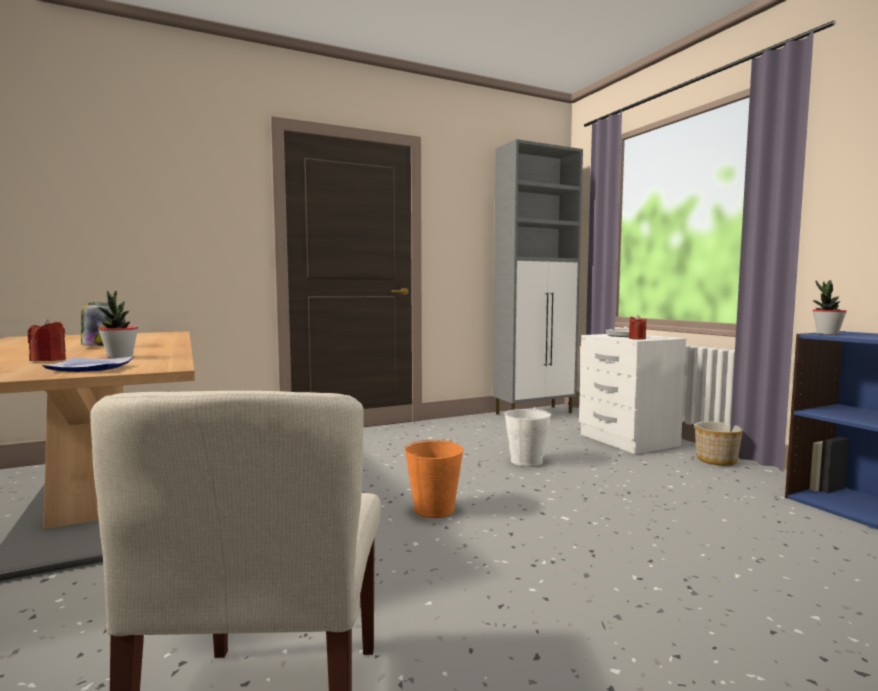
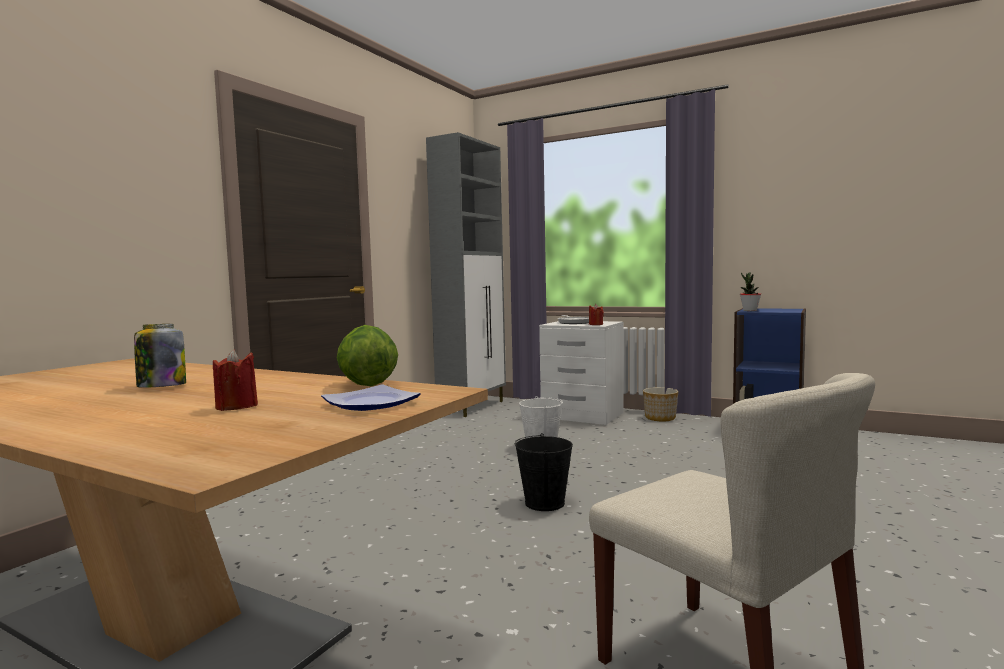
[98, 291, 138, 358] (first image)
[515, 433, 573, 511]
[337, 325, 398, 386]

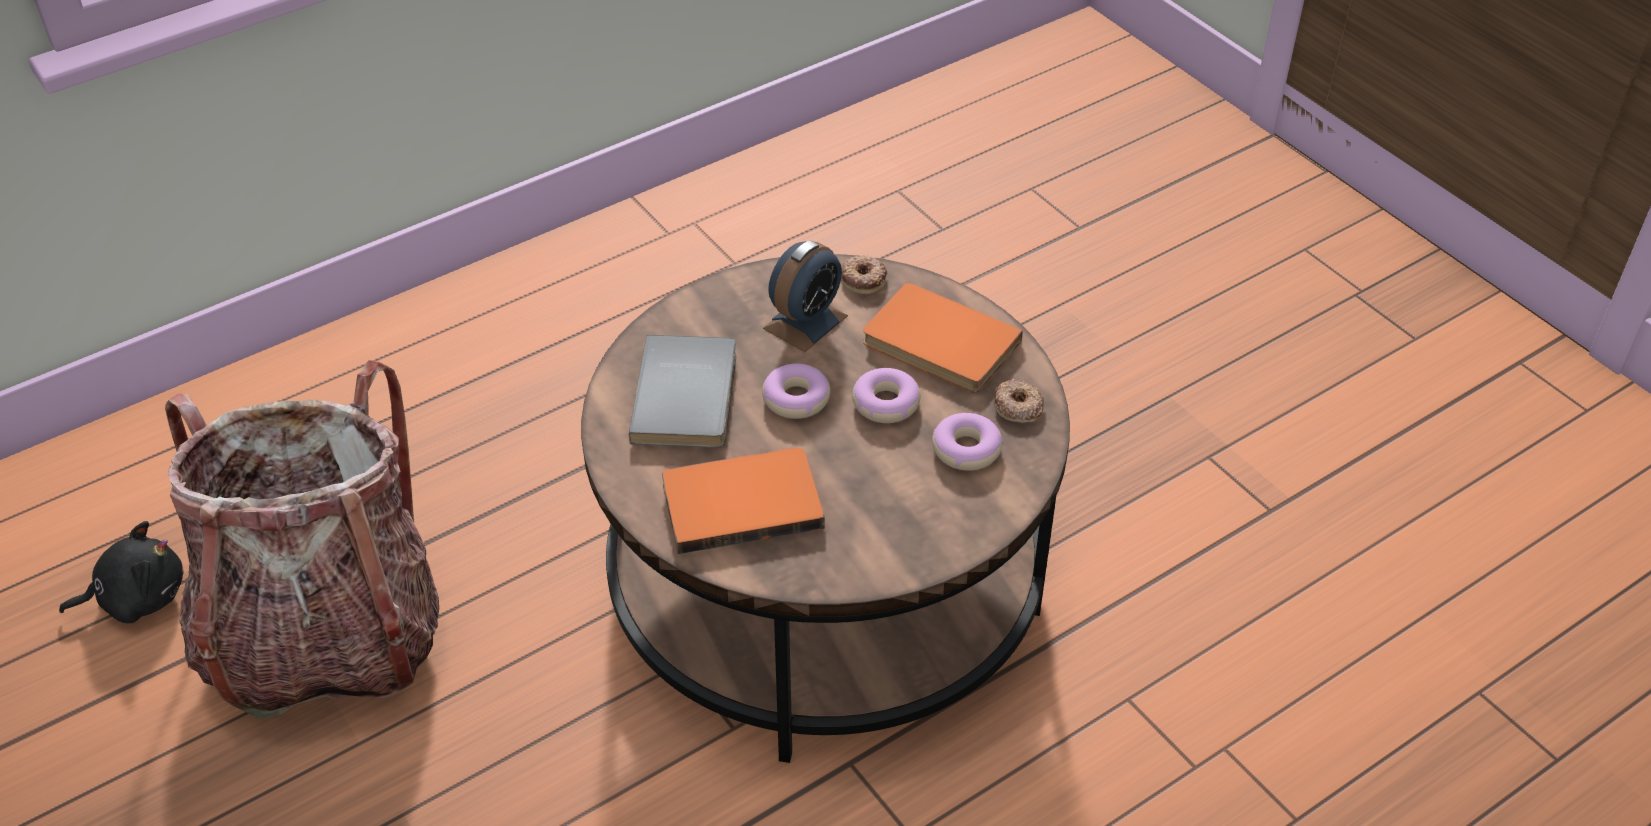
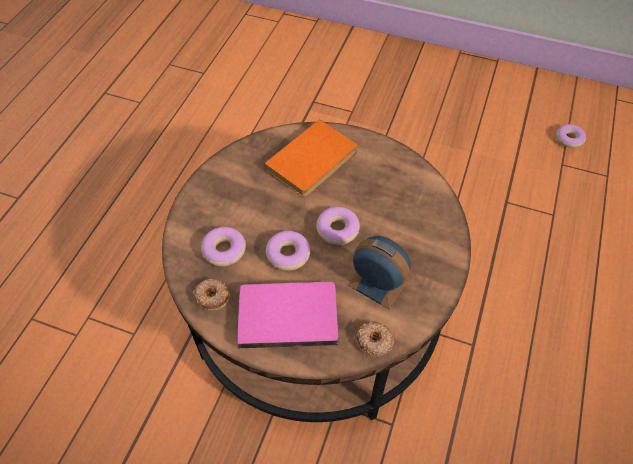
[556, 124, 586, 148]
[165, 360, 439, 719] (first image)
[629, 335, 736, 448] (first image)
[348, 236, 411, 309]
[237, 282, 339, 348]

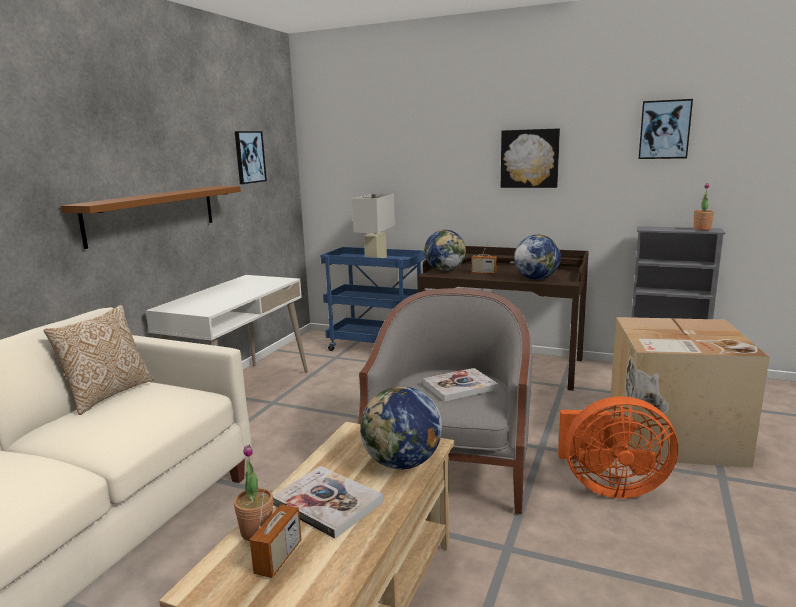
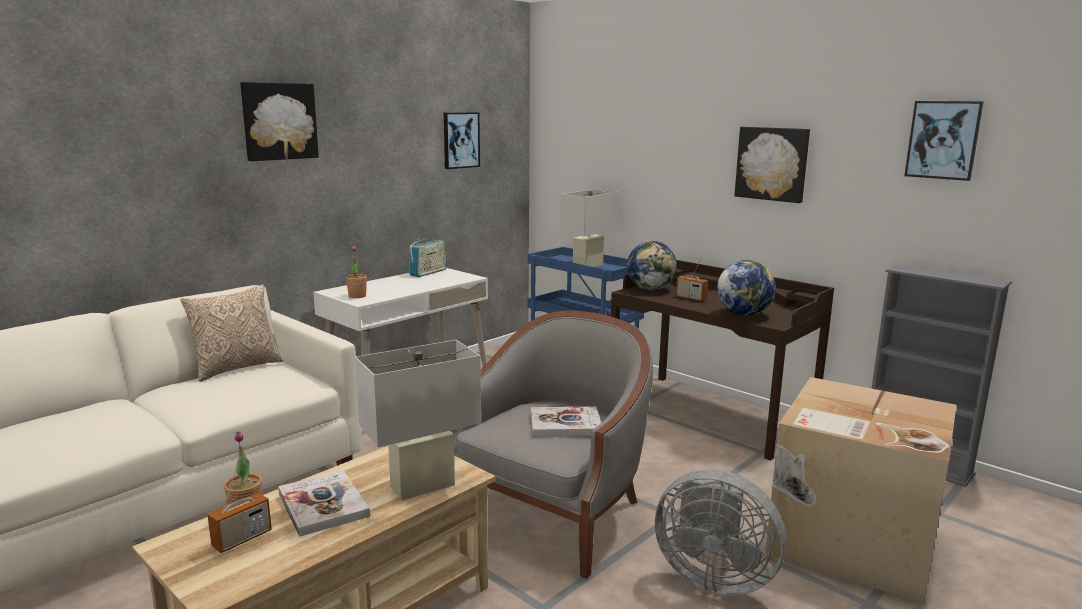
[61, 186, 241, 249] (first image)
[355, 340, 481, 500]
[655, 469, 787, 596]
[346, 246, 367, 298]
[240, 82, 319, 161]
[409, 238, 447, 277]

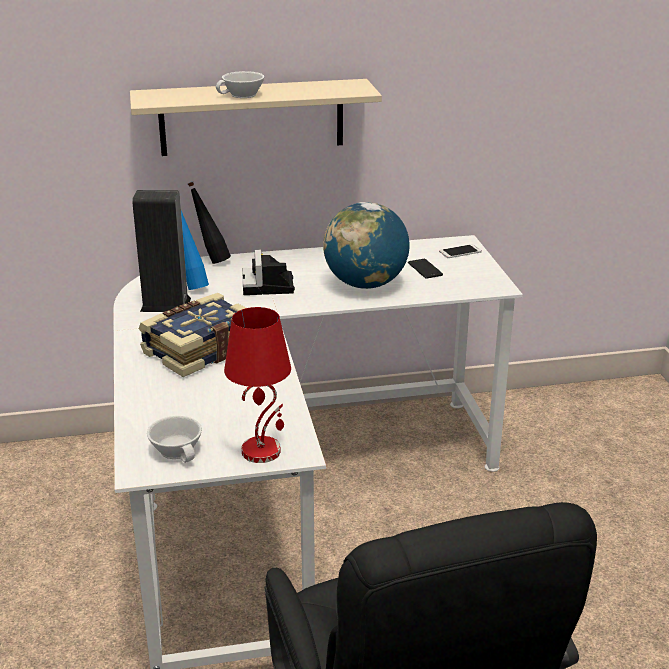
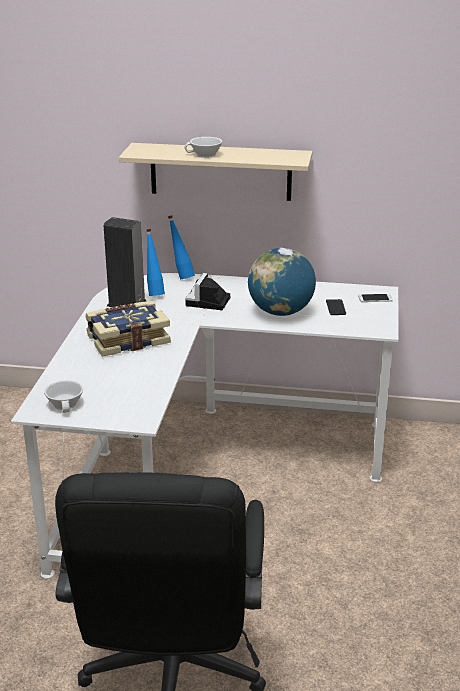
[168, 215, 195, 279]
[224, 307, 291, 463] (first image)

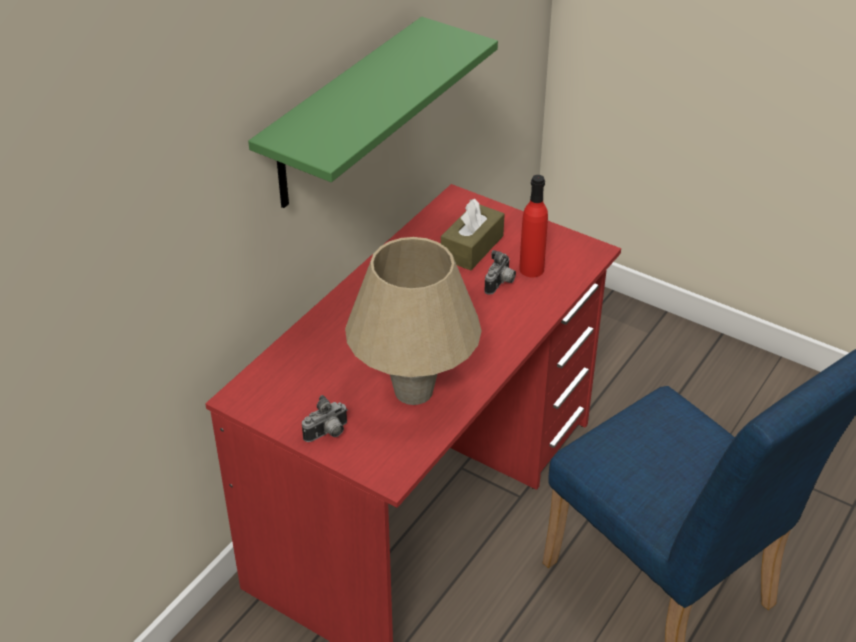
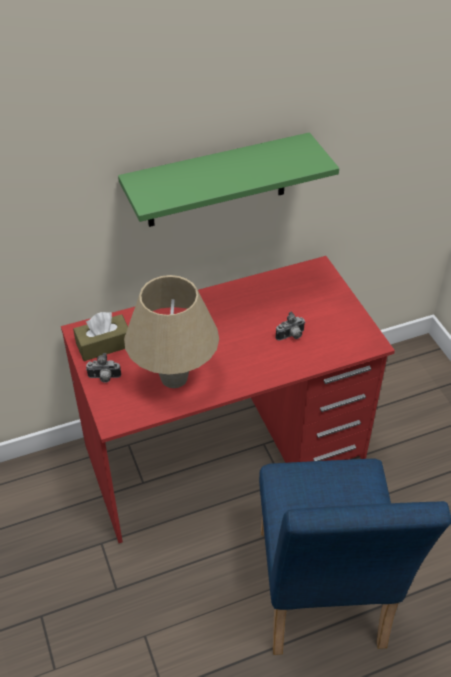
[73, 312, 128, 361]
[519, 175, 548, 277] (first image)

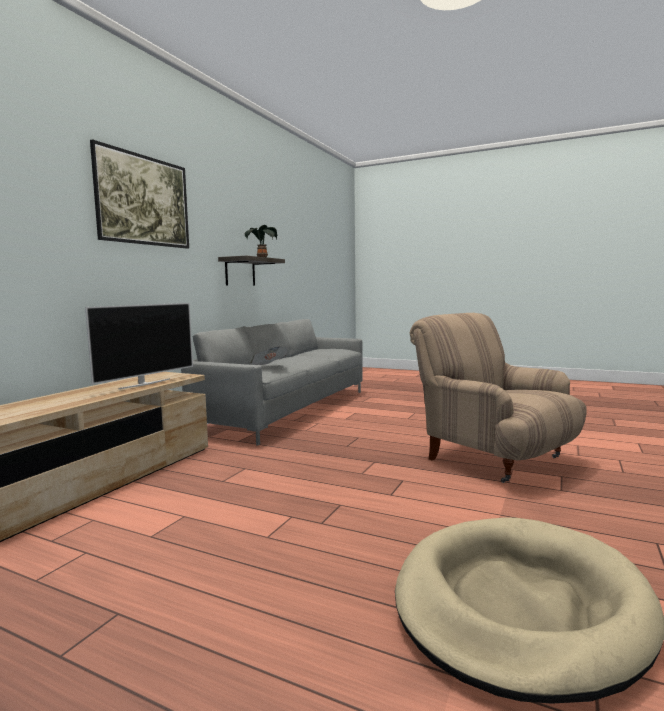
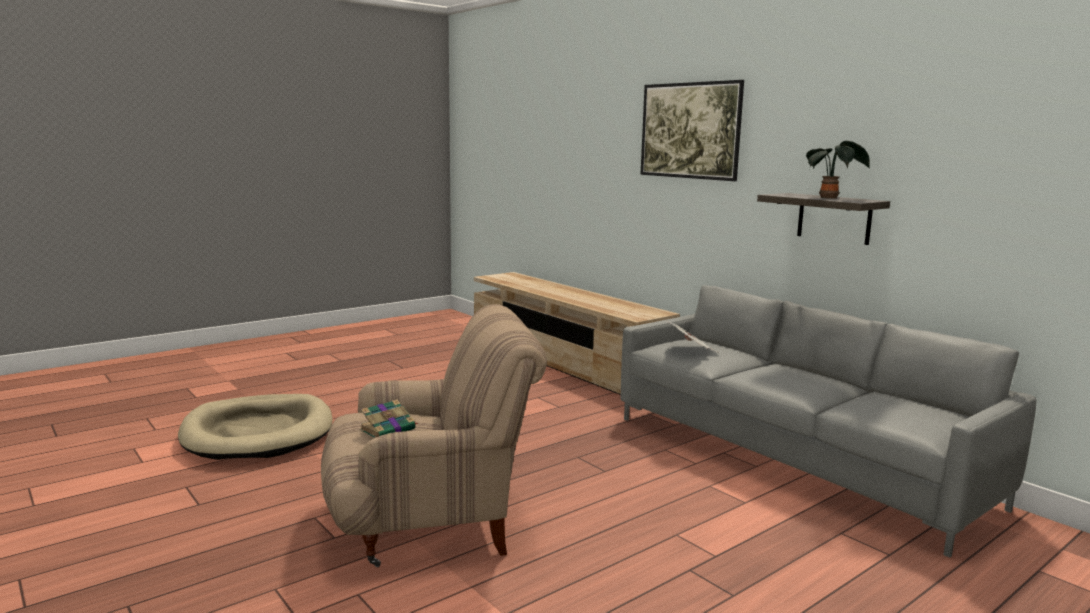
[85, 303, 193, 389] (first image)
[360, 399, 418, 438]

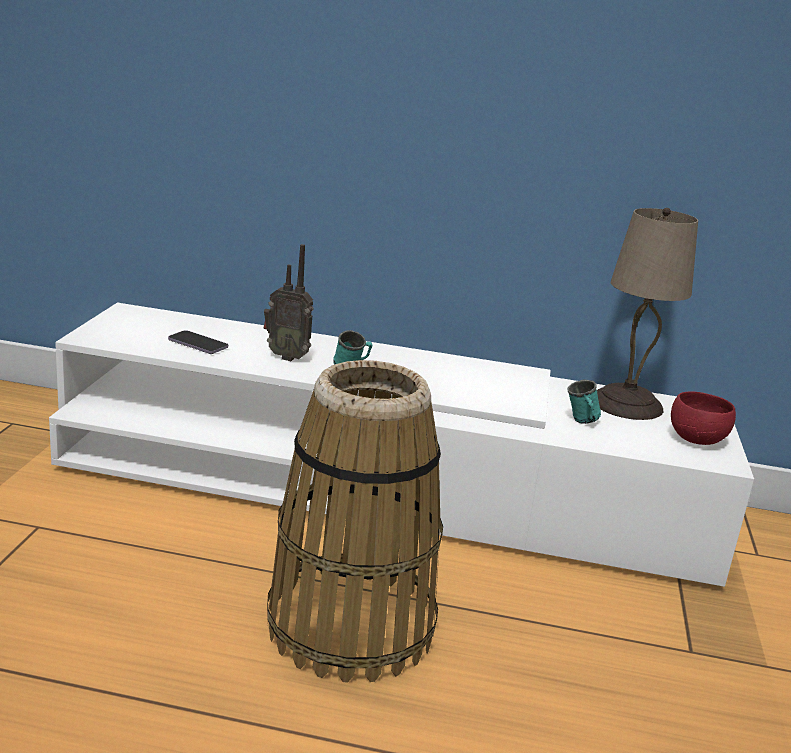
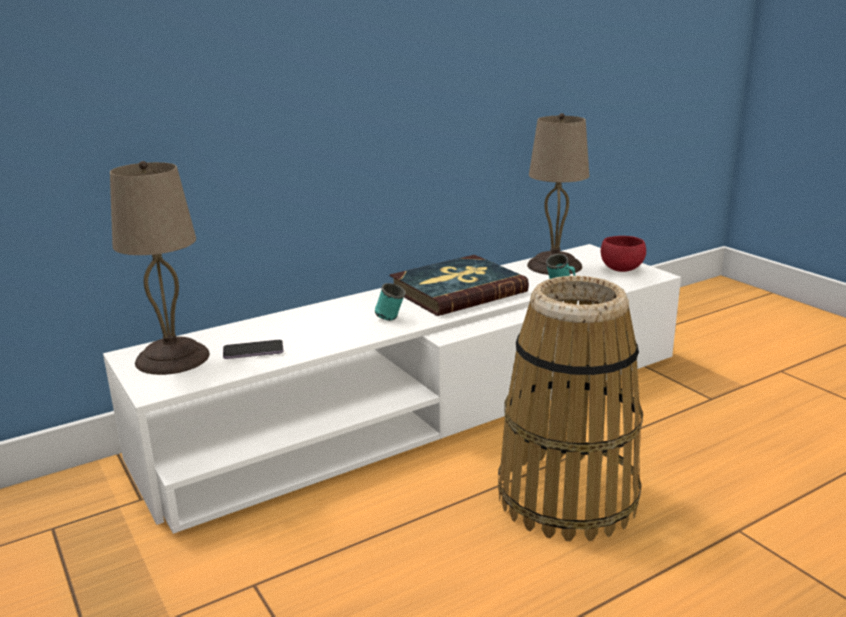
[264, 244, 314, 361] (first image)
[110, 161, 210, 375]
[389, 255, 529, 316]

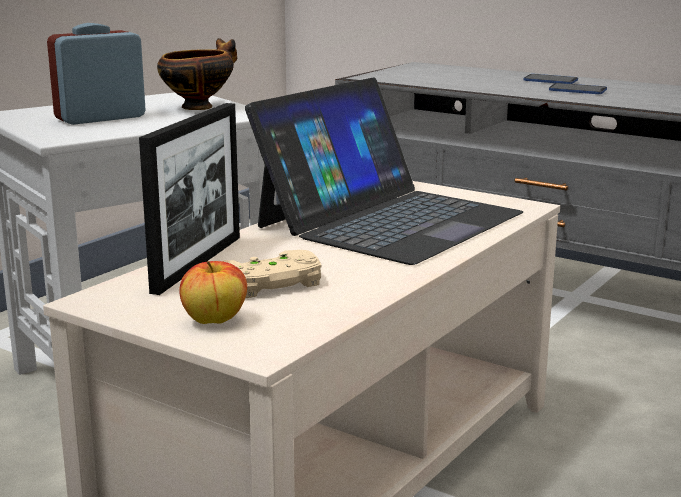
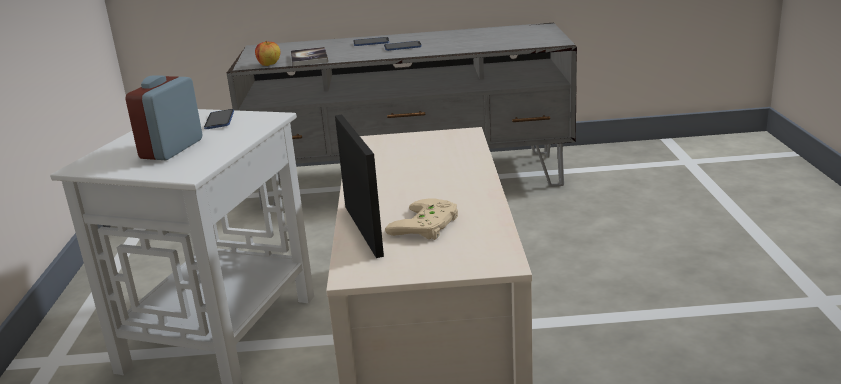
[204, 109, 234, 129]
[255, 41, 280, 66]
[245, 77, 523, 265] (first image)
[291, 47, 328, 66]

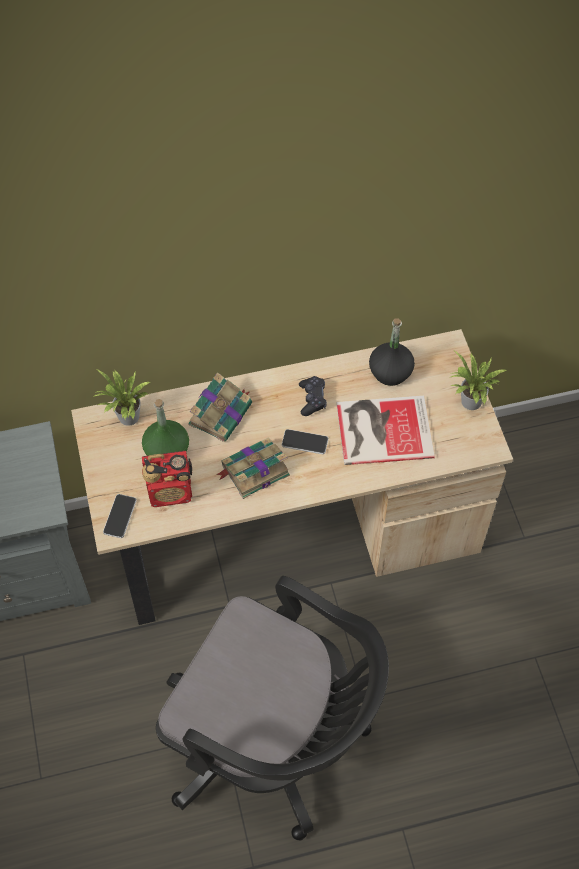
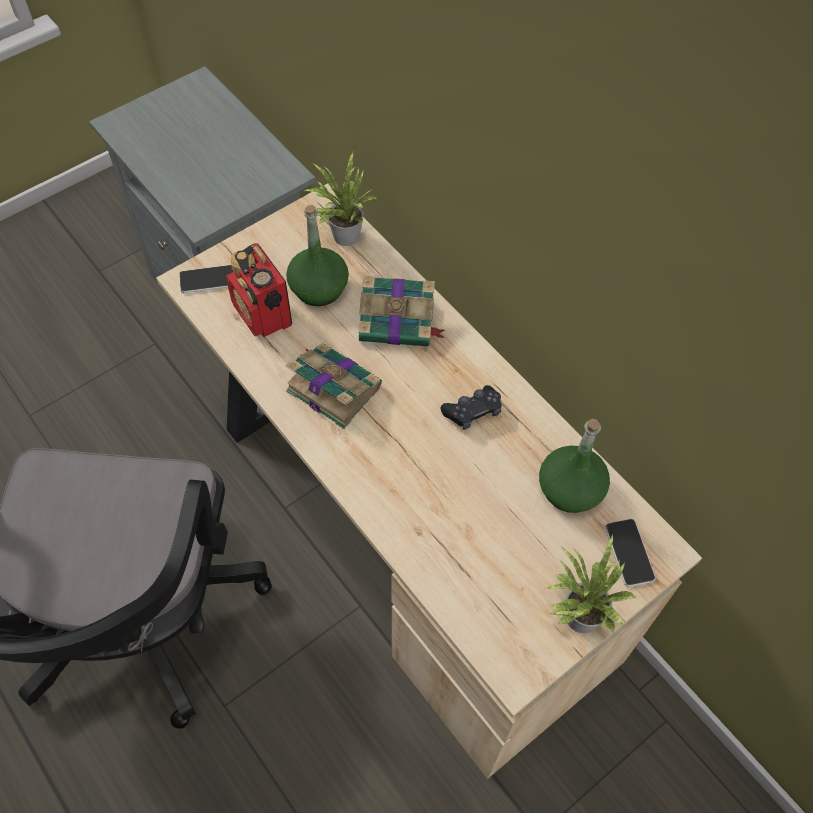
[605, 519, 656, 587]
[337, 396, 435, 465] (first image)
[539, 418, 610, 513]

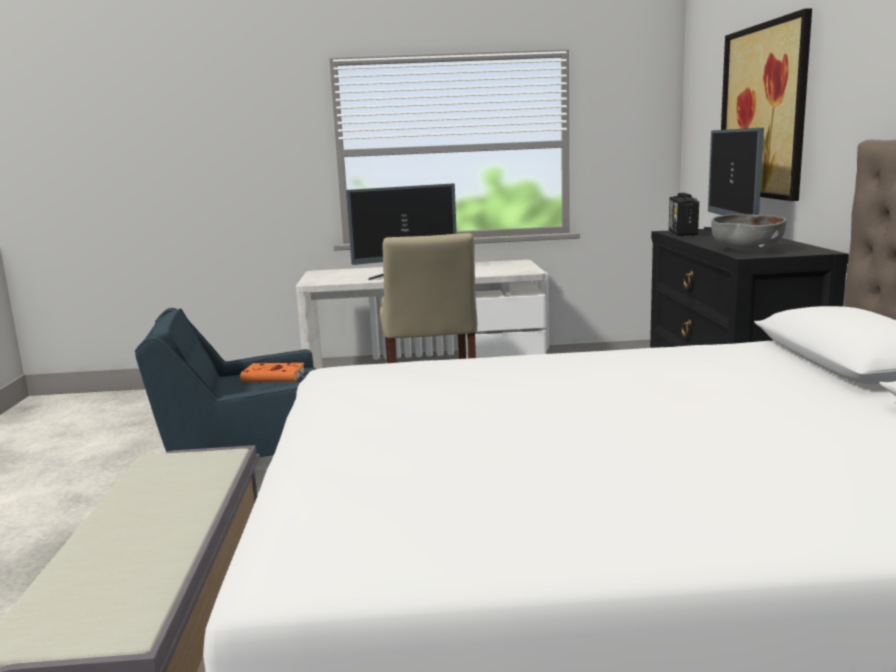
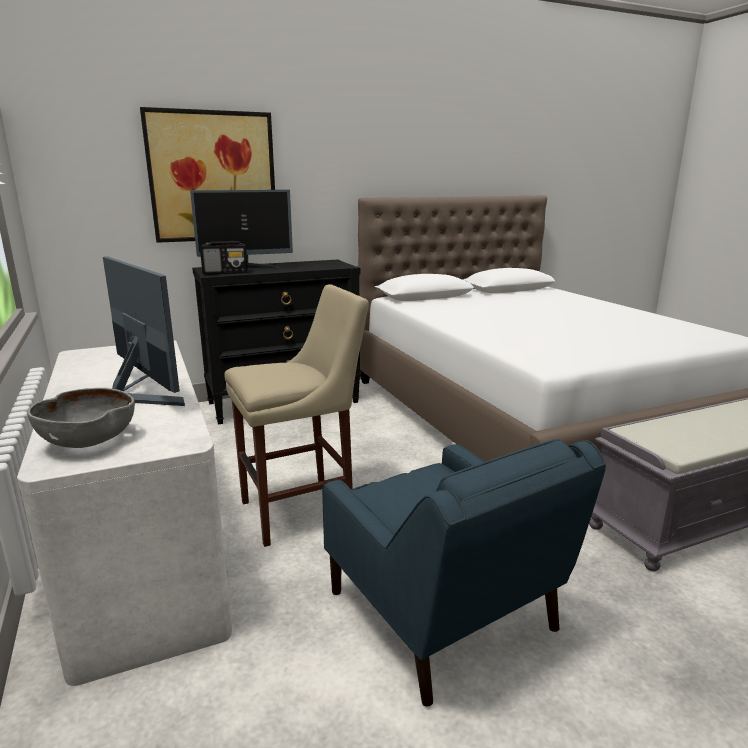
[240, 363, 305, 382] (first image)
[27, 388, 135, 448]

